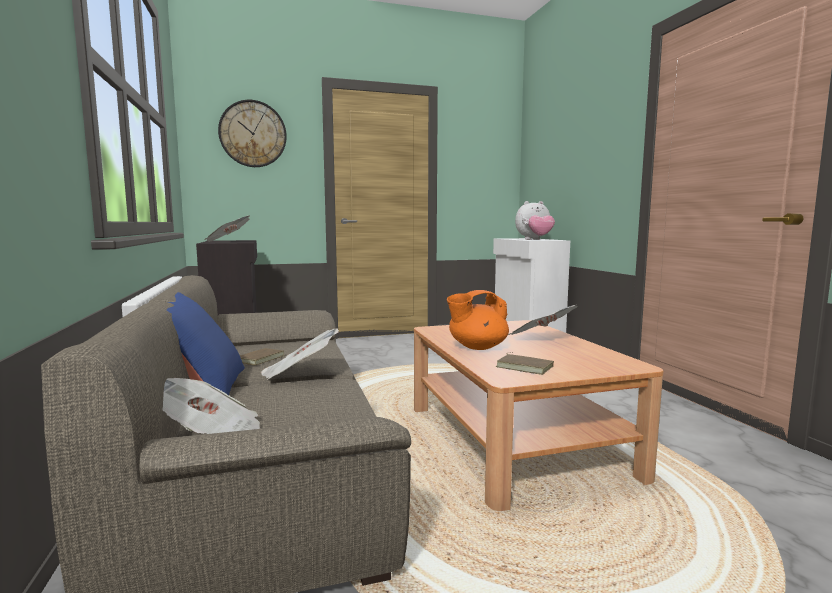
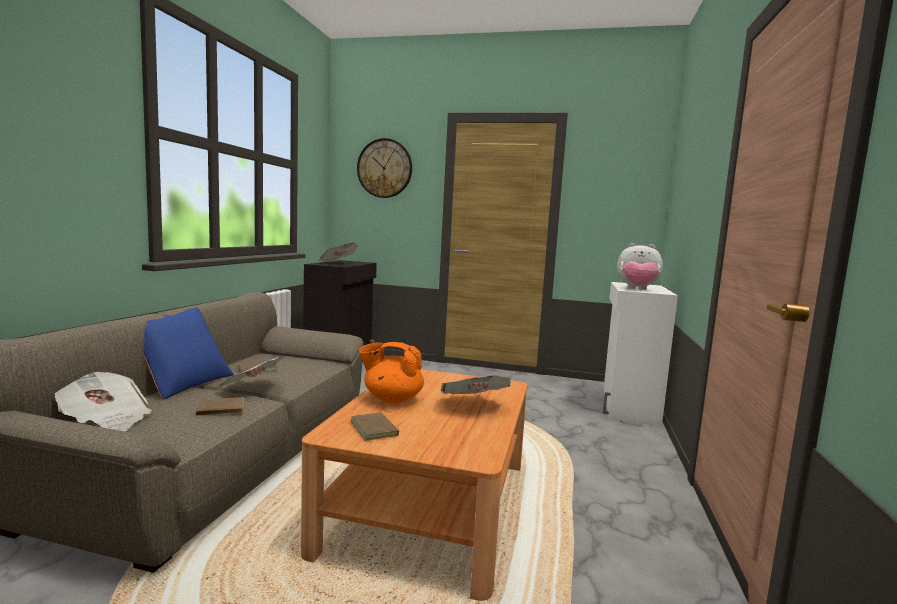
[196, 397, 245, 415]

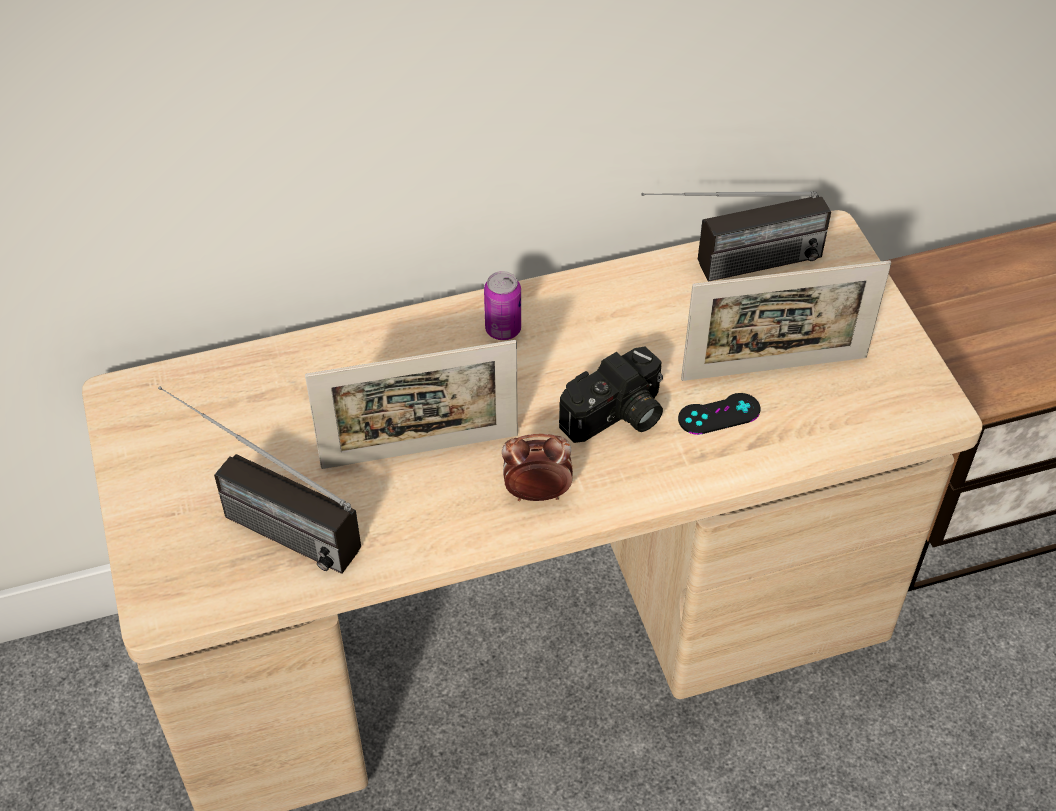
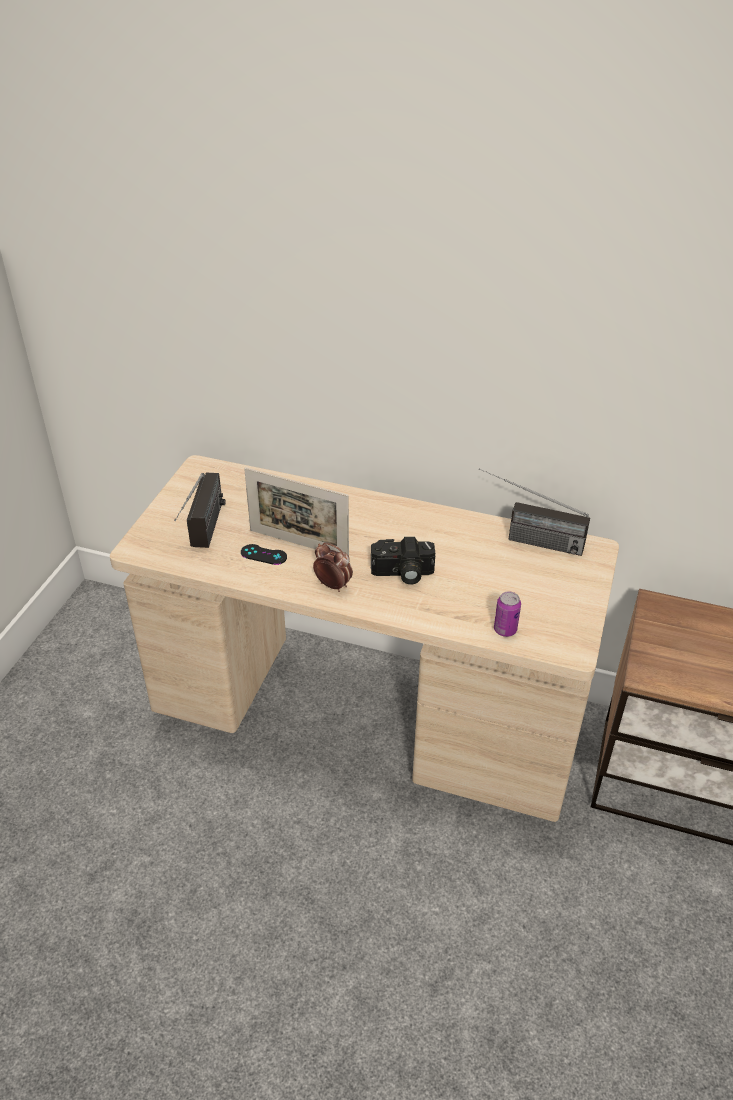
[174, 473, 225, 548]
[494, 591, 521, 637]
[241, 544, 287, 565]
[681, 260, 891, 381] (first image)

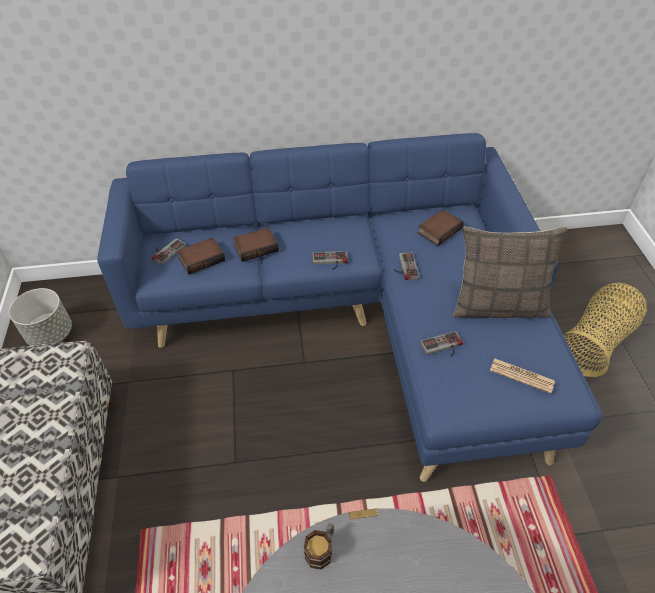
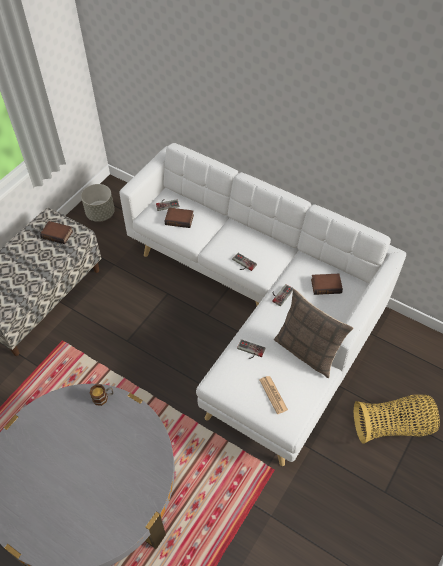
[120, 143, 406, 466]
[40, 221, 73, 244]

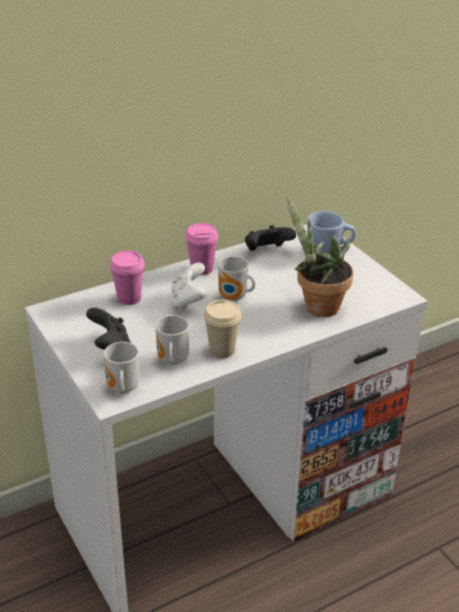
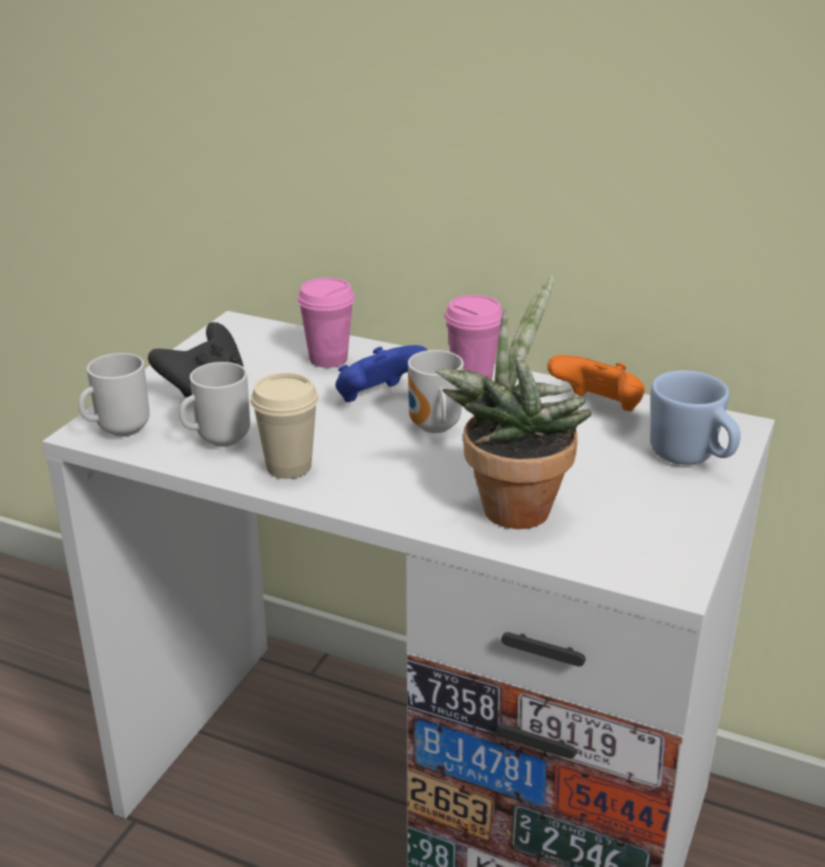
[335, 345, 427, 402]
[547, 355, 645, 411]

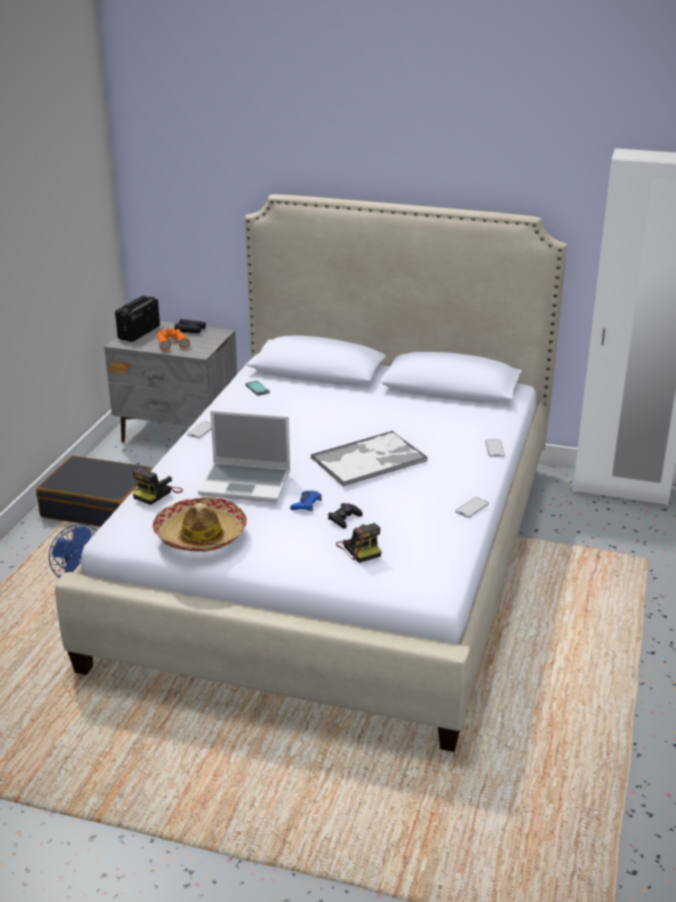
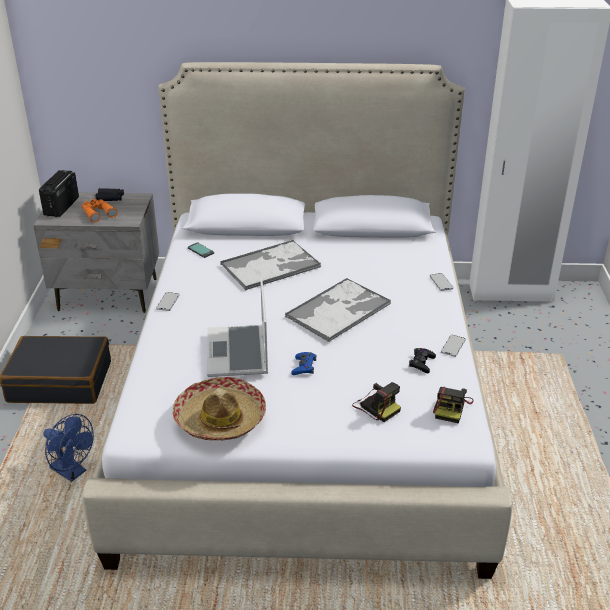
[433, 387, 474, 423]
[207, 278, 268, 377]
[409, 348, 436, 373]
[221, 240, 321, 290]

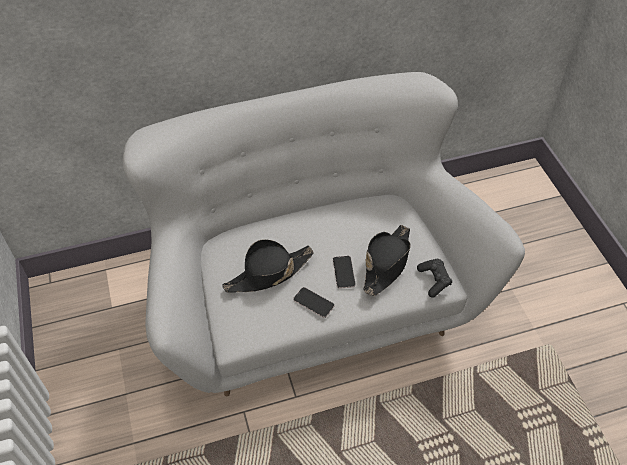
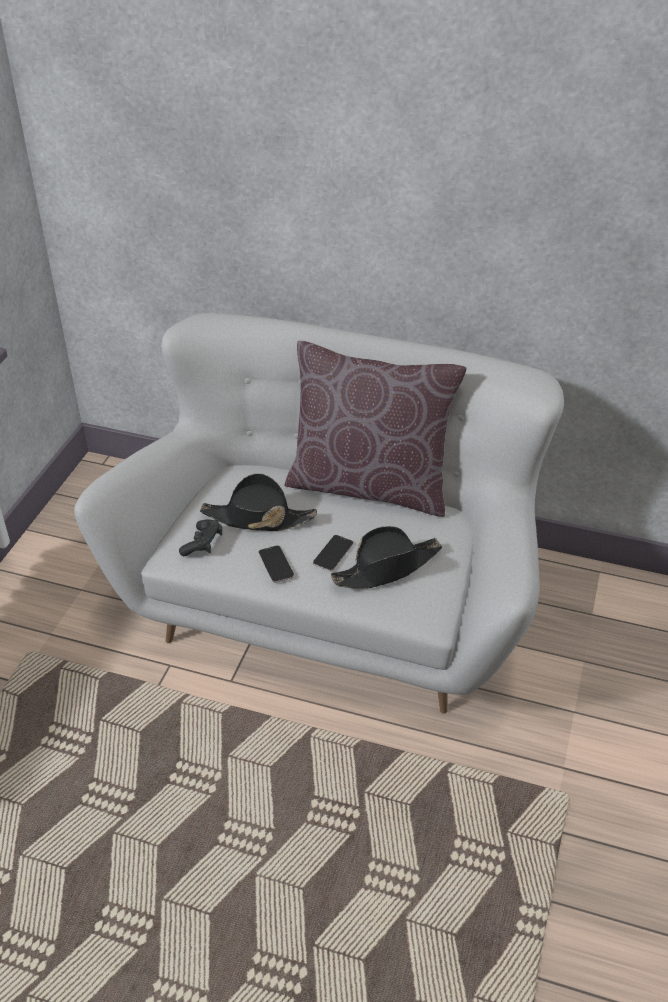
[179, 519, 222, 556]
[284, 340, 467, 517]

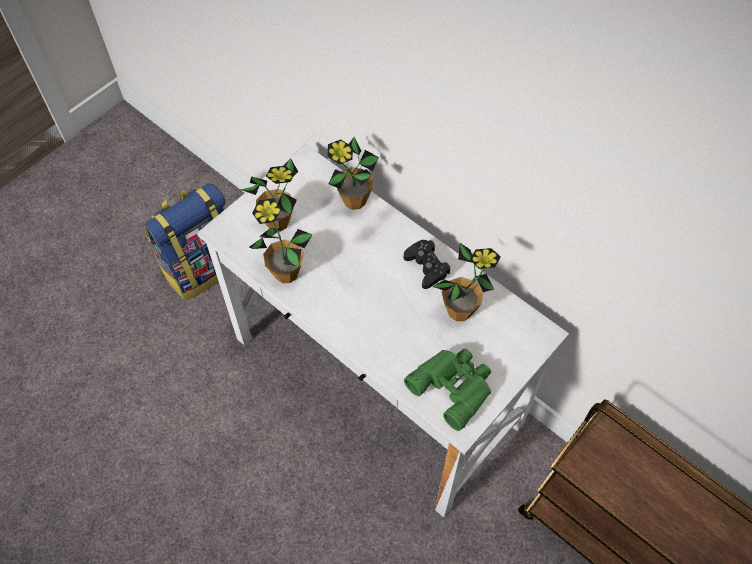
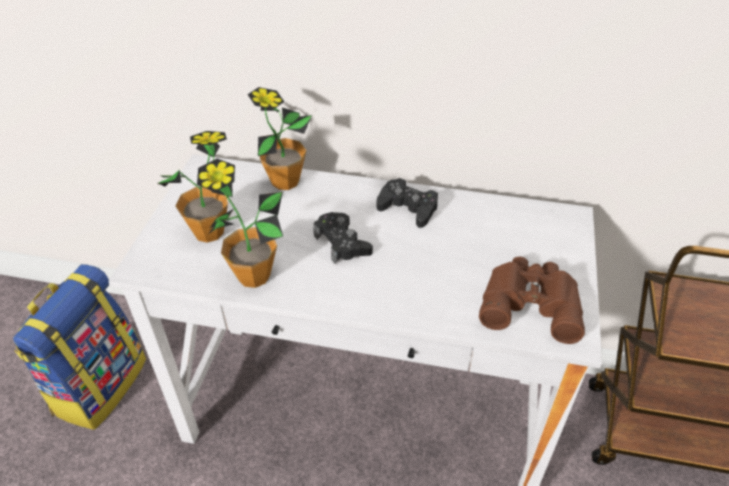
[479, 257, 585, 344]
[433, 243, 501, 321] (first image)
[313, 212, 373, 264]

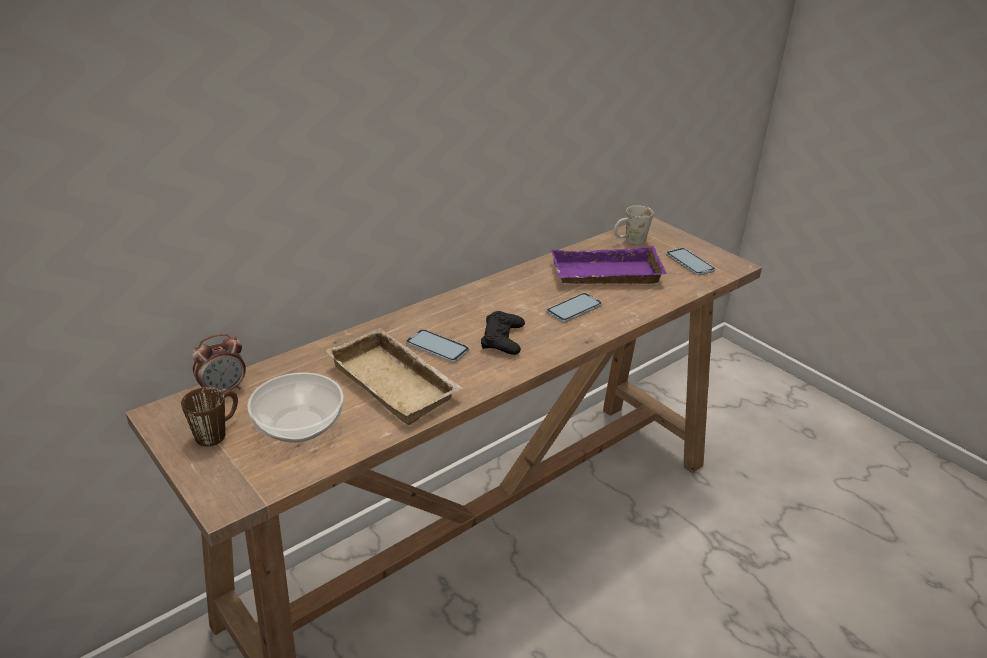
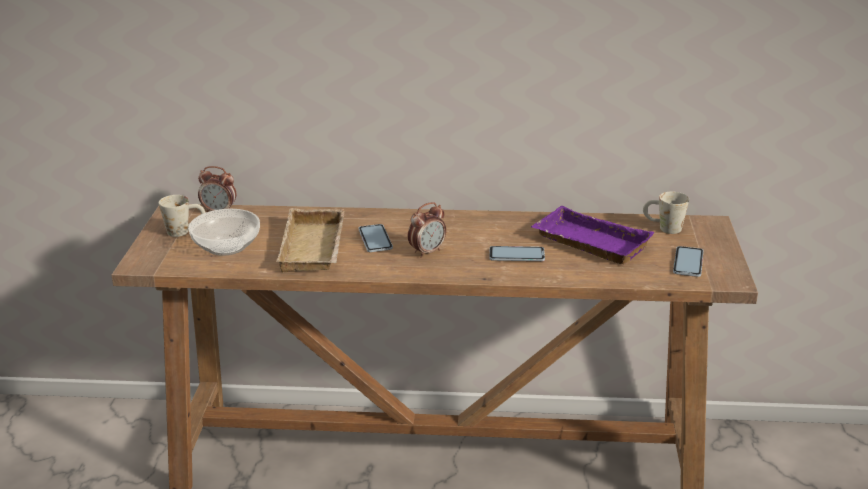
[159, 195, 206, 237]
[408, 202, 446, 258]

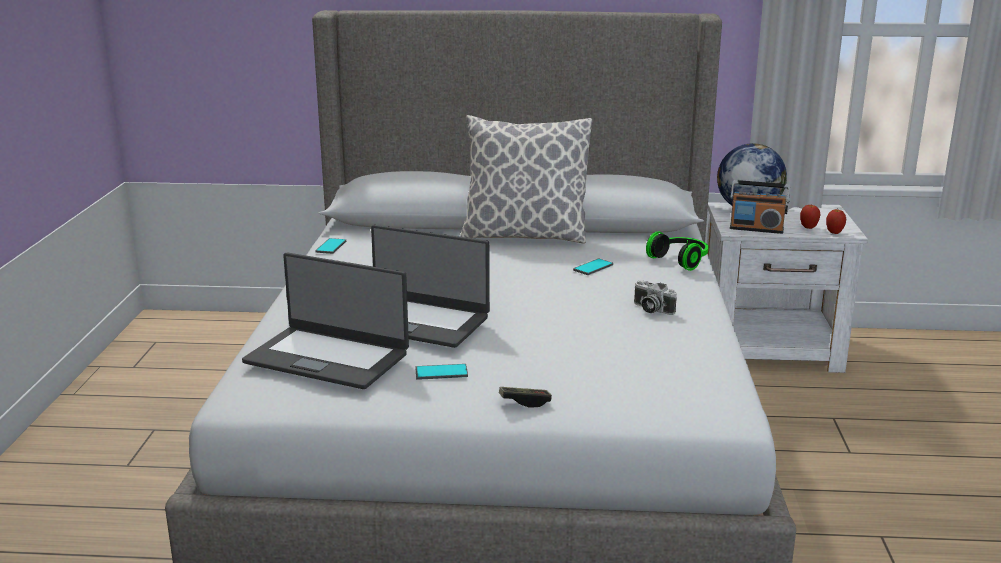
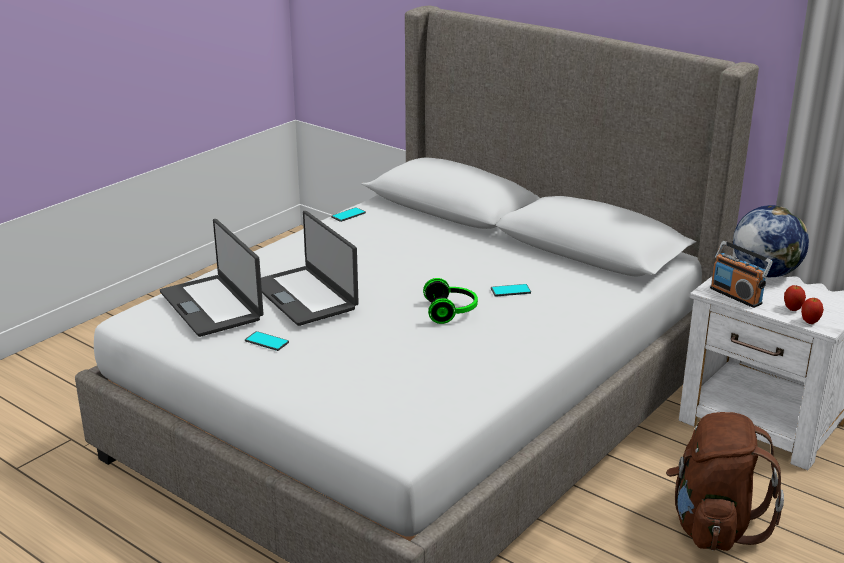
[460, 115, 592, 244] (first image)
[499, 387, 552, 408] (first image)
[634, 280, 677, 315] (first image)
[423, 278, 478, 324]
[666, 412, 784, 551]

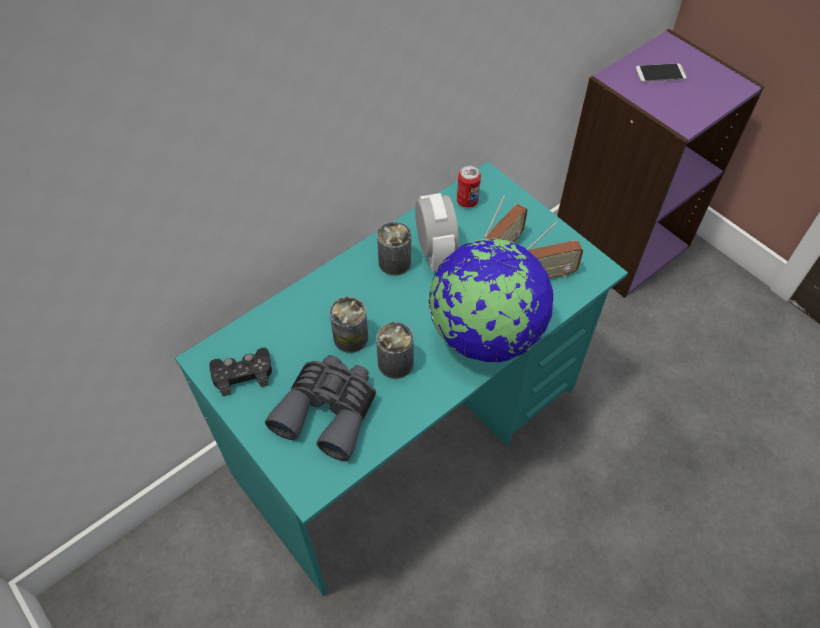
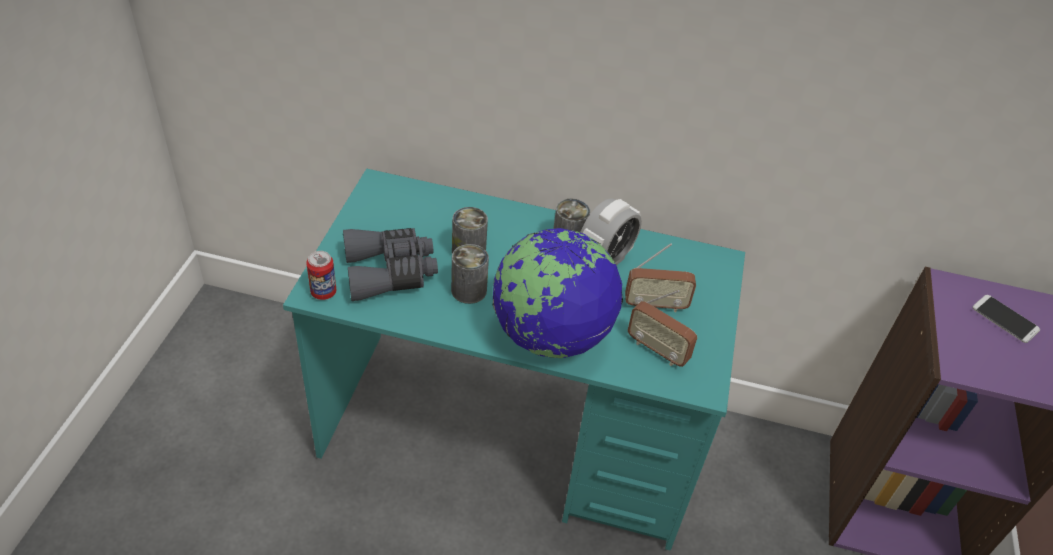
[209, 348, 272, 396] (first image)
[306, 251, 336, 300]

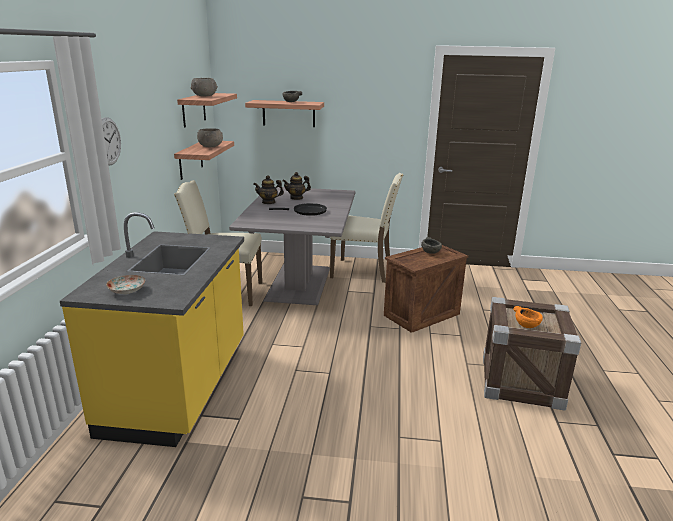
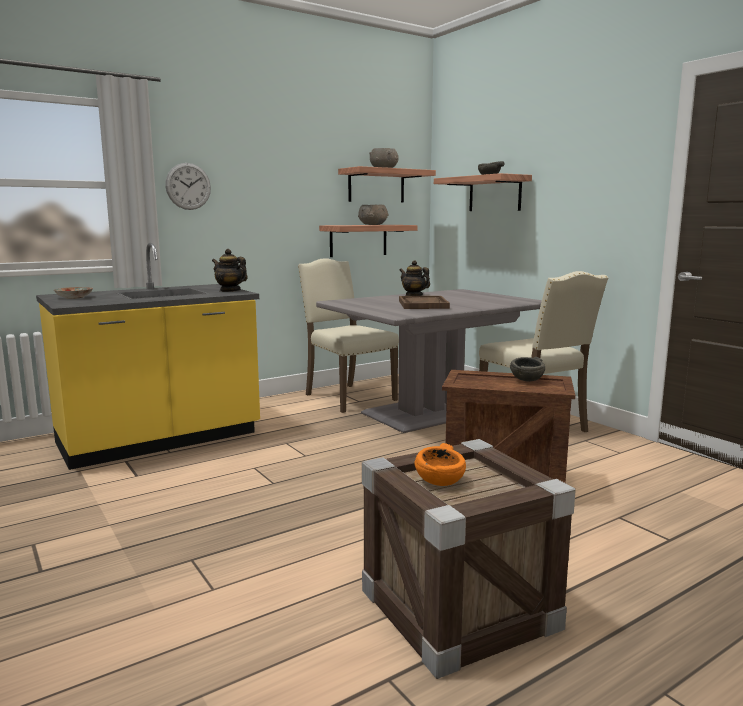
[399, 296, 450, 309]
[212, 249, 247, 292]

